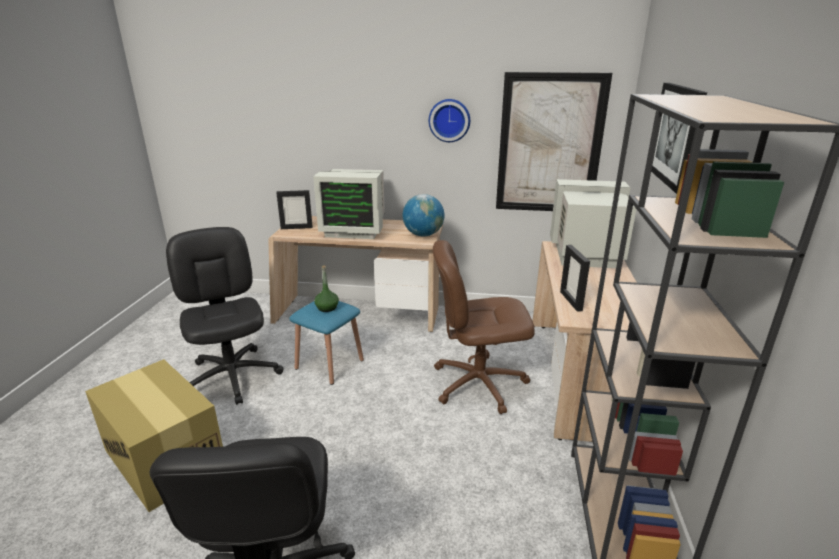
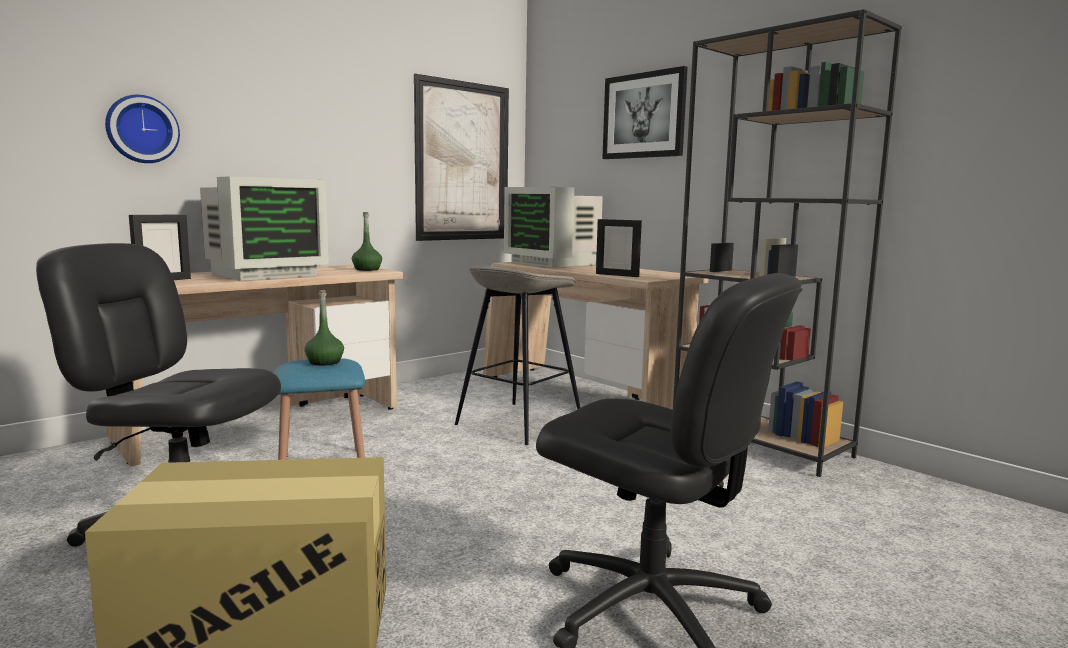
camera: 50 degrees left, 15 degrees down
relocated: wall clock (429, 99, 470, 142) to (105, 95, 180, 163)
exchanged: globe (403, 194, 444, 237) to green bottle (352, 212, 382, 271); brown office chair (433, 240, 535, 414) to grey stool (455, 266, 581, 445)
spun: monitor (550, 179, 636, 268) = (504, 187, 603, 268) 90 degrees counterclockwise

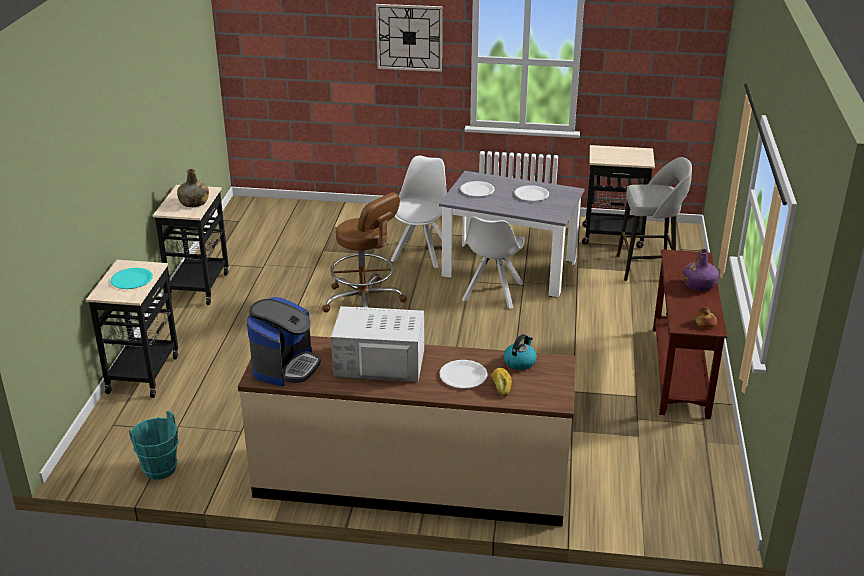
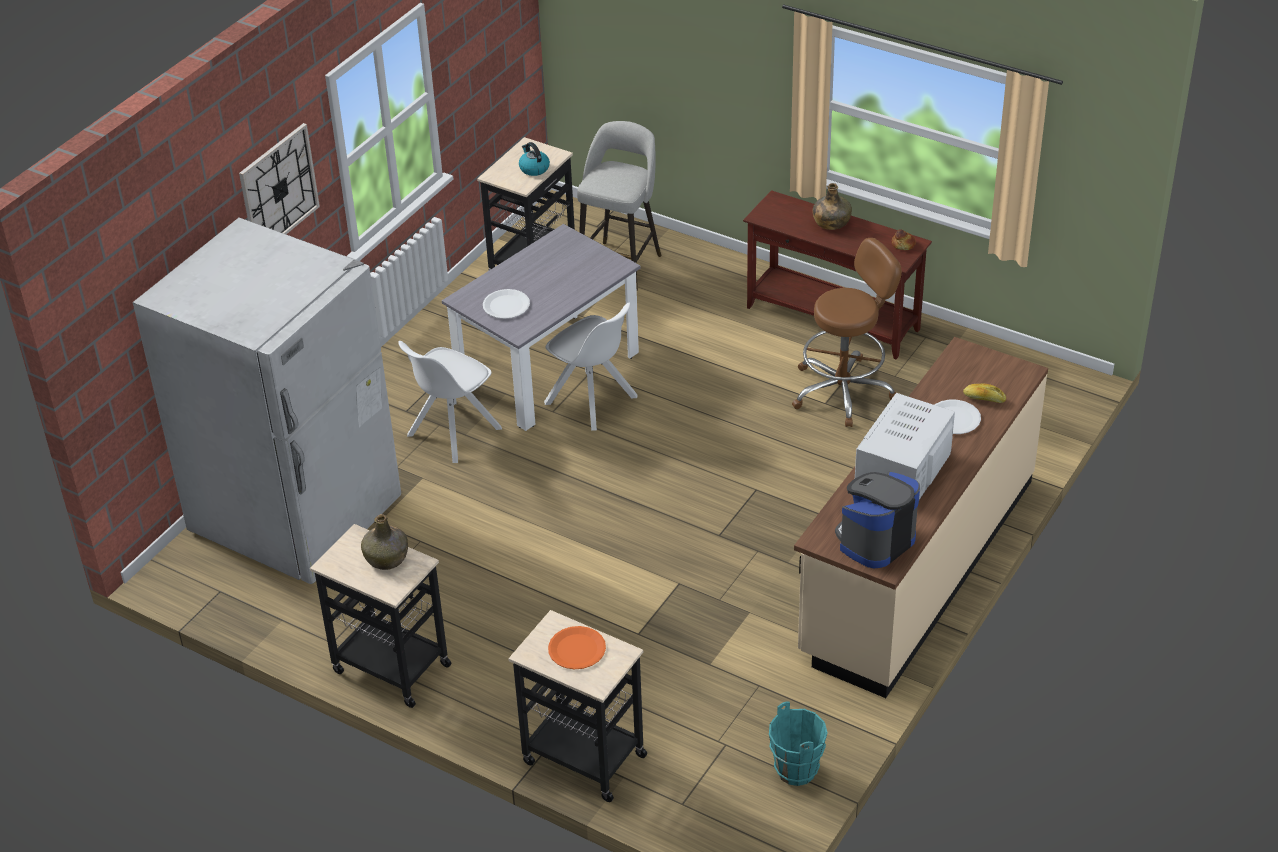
camera: 65 degrees left, 10 degrees up
missing: white plate (514, 185, 549, 201)
appeared: white fridge (133, 217, 401, 584)
relocated: brown stool (322, 192, 407, 313) to (792, 238, 902, 427); kettle (503, 334, 537, 370) to (519, 142, 550, 176)
colour: turquoise plate (110, 268, 153, 289) to orange plate (548, 626, 606, 669); purple bottle (683, 249, 719, 291) to green bottle (813, 183, 852, 230)
spun: coffee machine (247, 297, 321, 386) = (835, 472, 920, 568) 90 degrees counterclockwise; white chair (391, 156, 447, 268) = (398, 341, 502, 463) 90 degrees counterclockwise

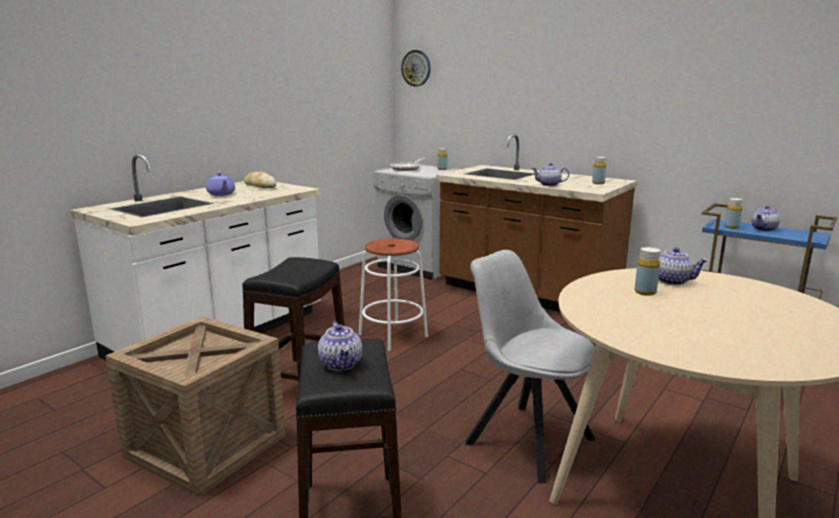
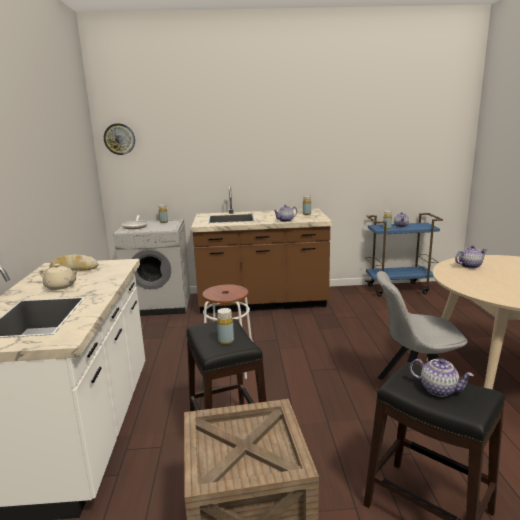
camera: 40 degrees left, 0 degrees up
relocated: yellow bottle (635, 247, 660, 296) to (217, 308, 234, 345)
colour: purple teapot (206, 172, 235, 196) to beige teapot (40, 264, 78, 290)

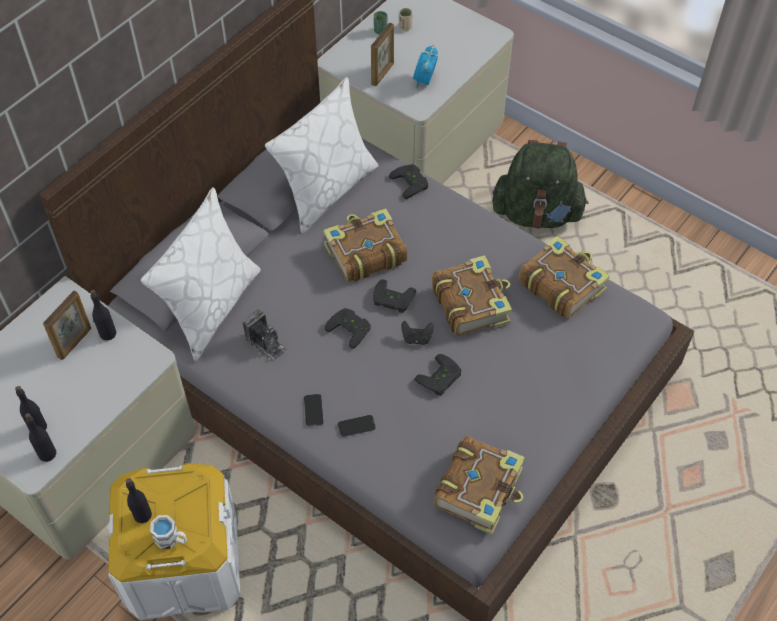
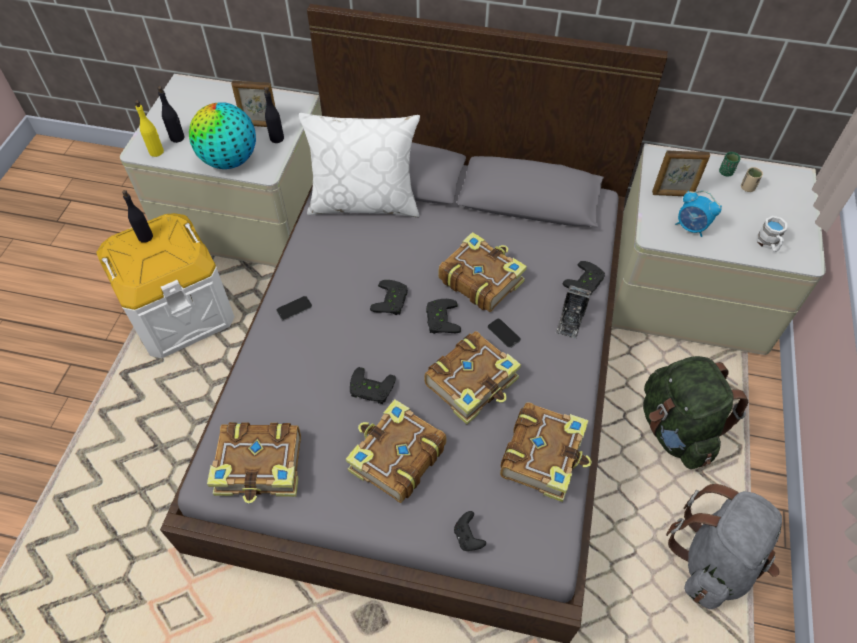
camera: 65 degrees right, 0 degrees up
missing: white pillow (265, 77, 379, 234)
appeared: globe (189, 102, 256, 169); book (346, 399, 447, 503); grey backpack (666, 484, 782, 609)
relocated: white mug (150, 515, 187, 549) to (756, 216, 787, 252); photo camera (243, 309, 287, 363) to (555, 285, 591, 339); phone (338, 415, 376, 437) to (487, 319, 521, 348); black game controller (401, 321, 434, 345) to (454, 511, 486, 551)
colour: black bottle (25, 413, 56, 462) to yellow bottle (135, 100, 164, 157)
spun: alarm clock (413, 45, 438, 88) = (675, 191, 722, 237) 135 degrees counterclockwise

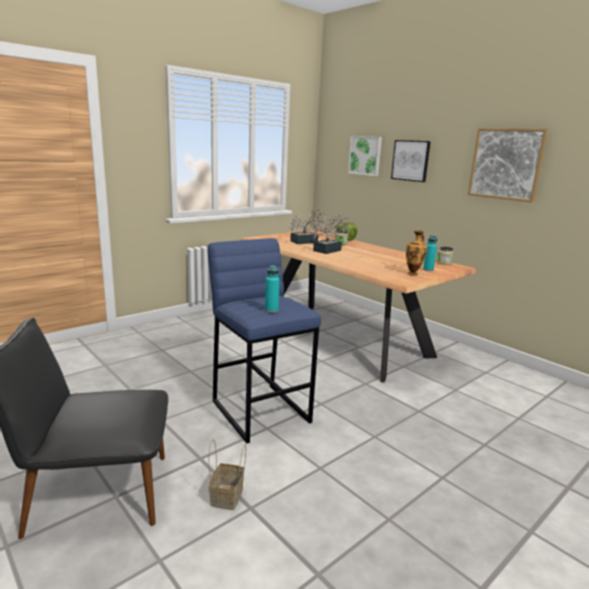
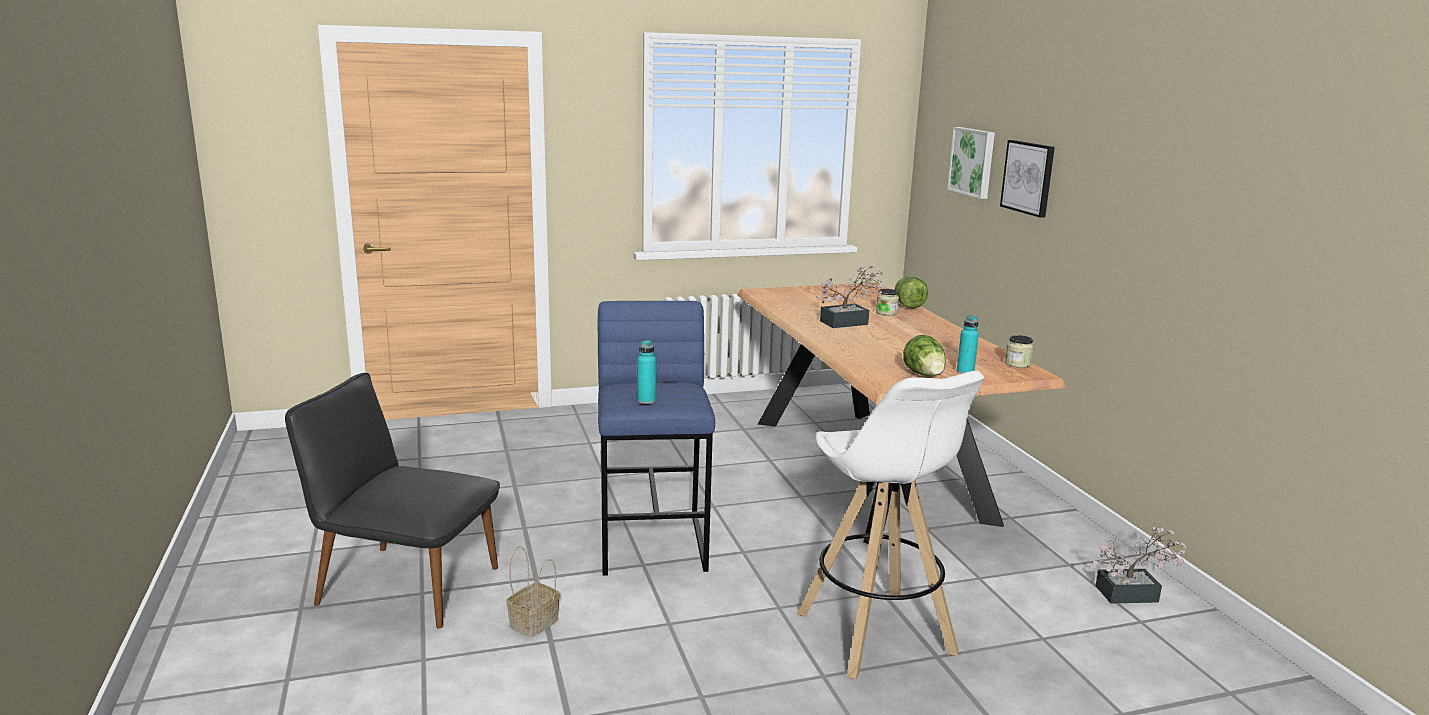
camera: 25 degrees right, 0 degrees up
missing: picture (468, 128, 549, 203)
appeared: white stool (797, 371, 984, 679)
relocated: potted plant (288, 209, 326, 244) to (1092, 527, 1187, 604)
exchanged: vase (406, 230, 427, 276) to lettuce (903, 335, 946, 376)

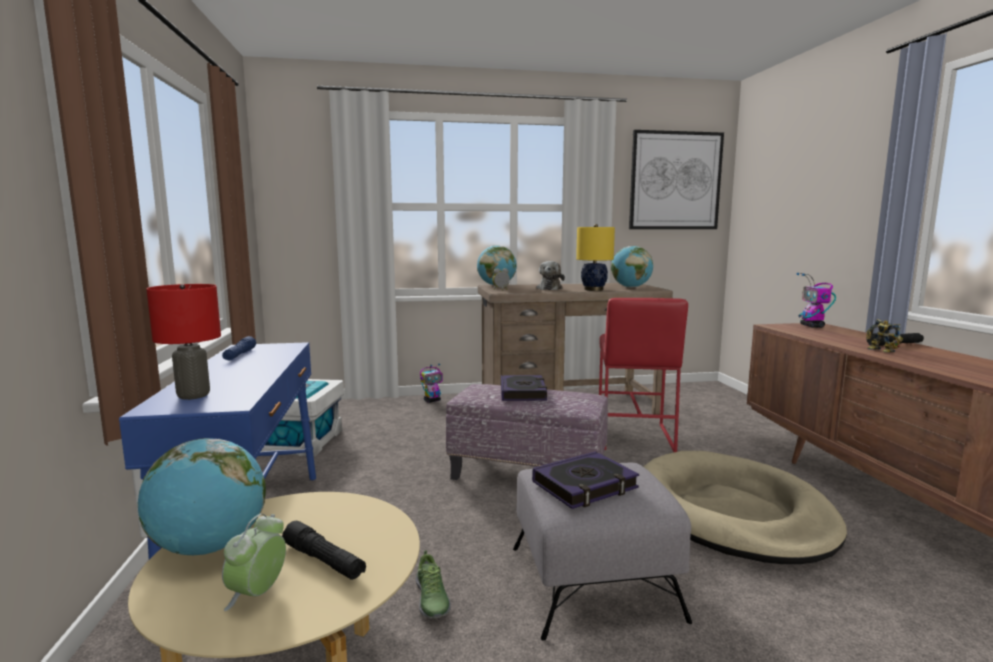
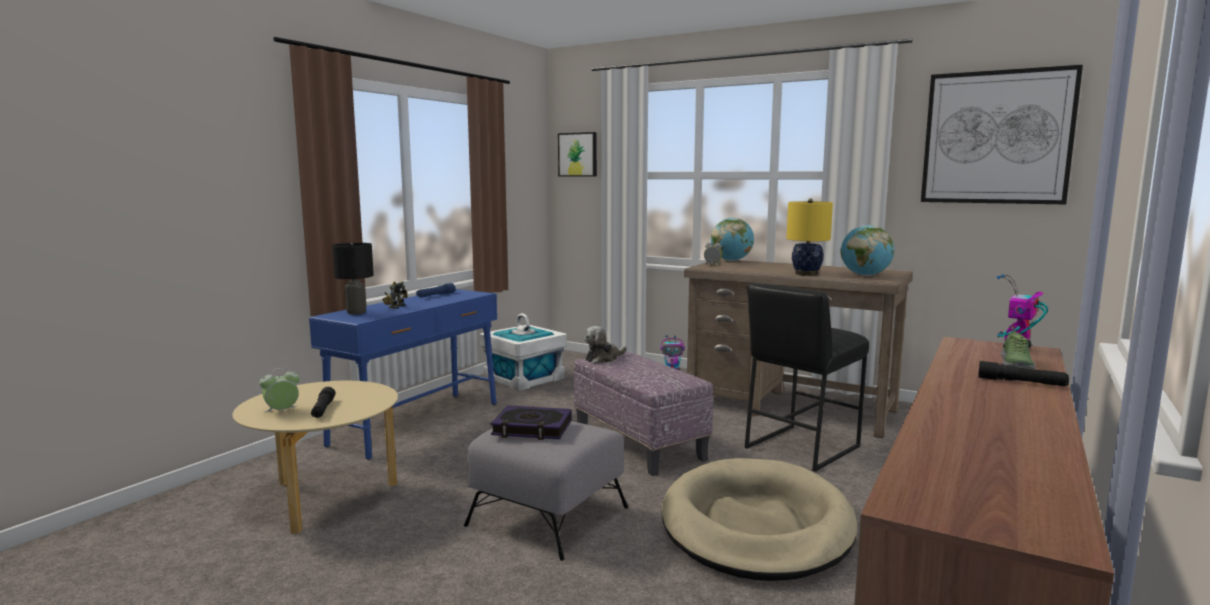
camera: 40 degrees right, 0 degrees up
missing: globe (138, 438, 266, 555); book (501, 375, 547, 401)
appeared: picture (558, 132, 597, 177)
relocated: shoe (415, 550, 451, 619) to (1001, 330, 1035, 369); plush toy (537, 261, 565, 290) to (584, 326, 627, 364); toy robot (866, 319, 903, 353) to (382, 281, 408, 309)
colour: red table lamp (146, 284, 221, 400) to black table lamp (332, 243, 374, 315); red stool (599, 298, 688, 452) to black stool (745, 283, 869, 472)

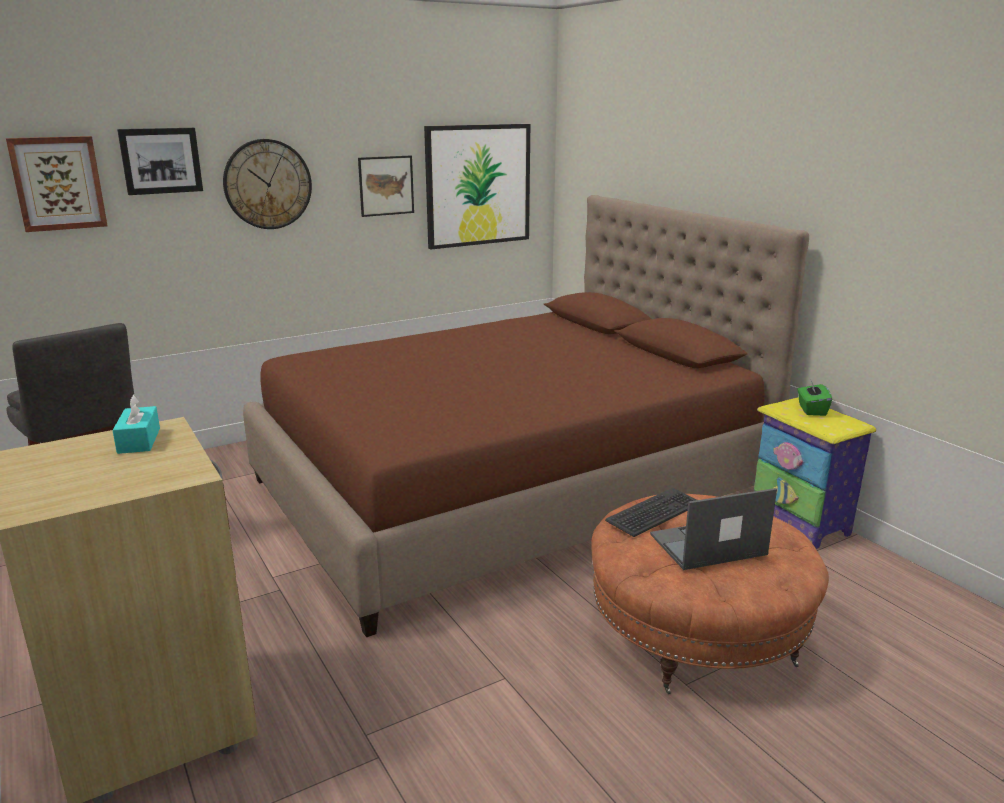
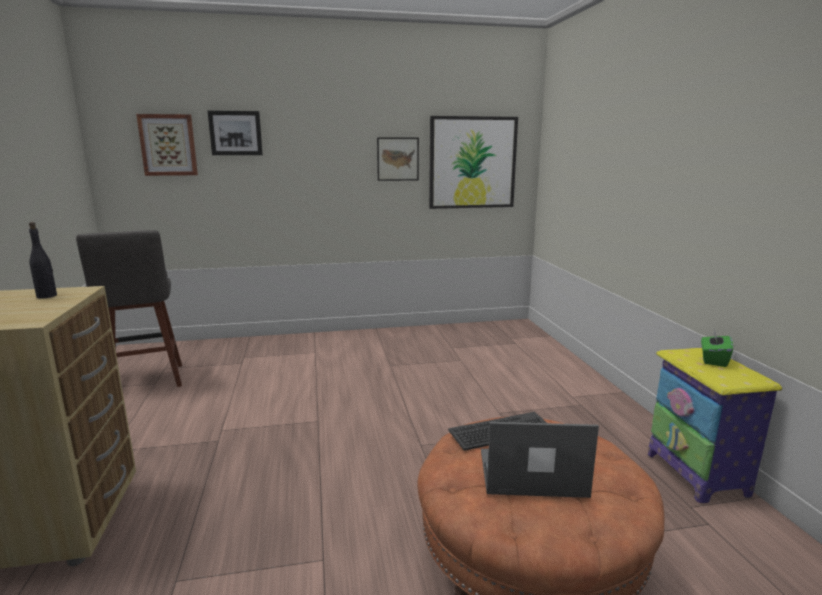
camera: 20 degrees right, 5 degrees down
missing: wall clock (223, 139, 312, 229); brown bed (243, 195, 809, 637)
exchanged: turquoise tissue box (112, 394, 160, 454) to black bottle (29, 222, 57, 298)

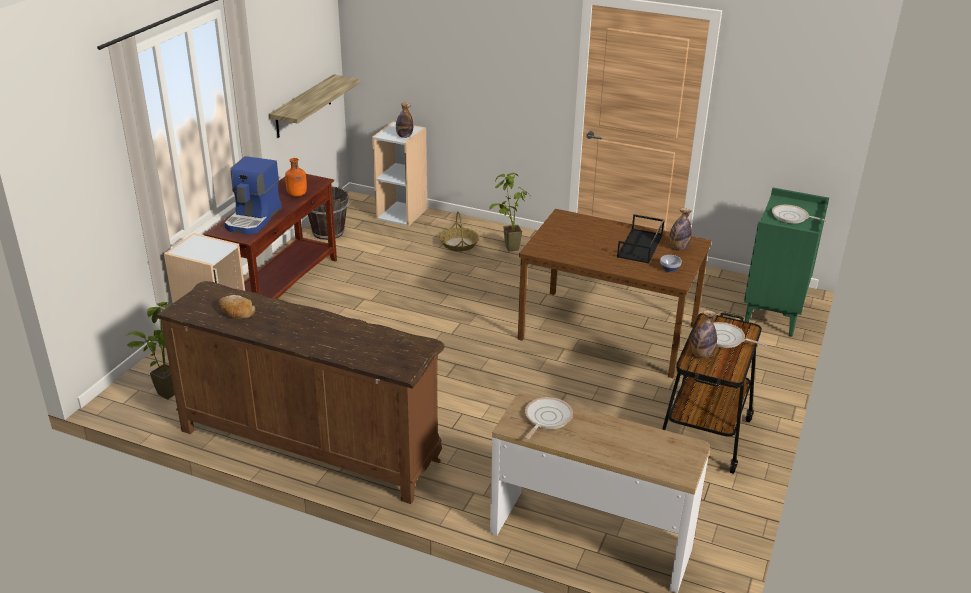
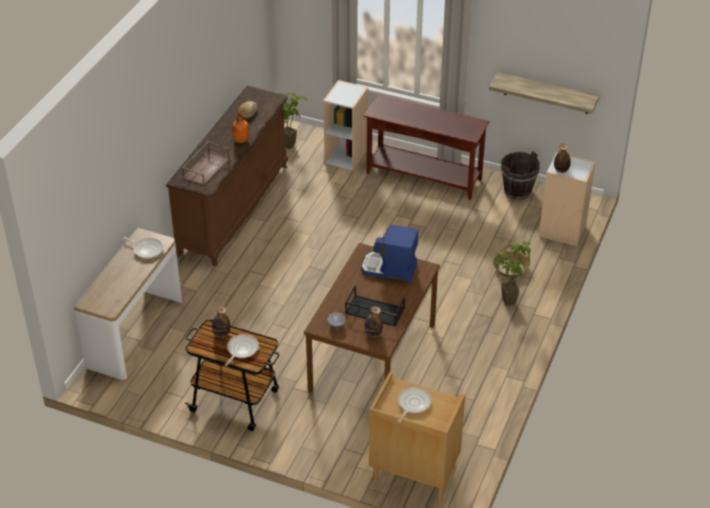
camera: 90 degrees right, 10 degrees up
appeared: brown tray (182, 141, 230, 186)
relocated: coffee machine (224, 156, 282, 235) to (362, 225, 418, 283); orange bottle (285, 158, 307, 197) to (232, 113, 249, 143)
colour: green cabinet (744, 188, 829, 337) to brown cabinet (369, 372, 465, 503)

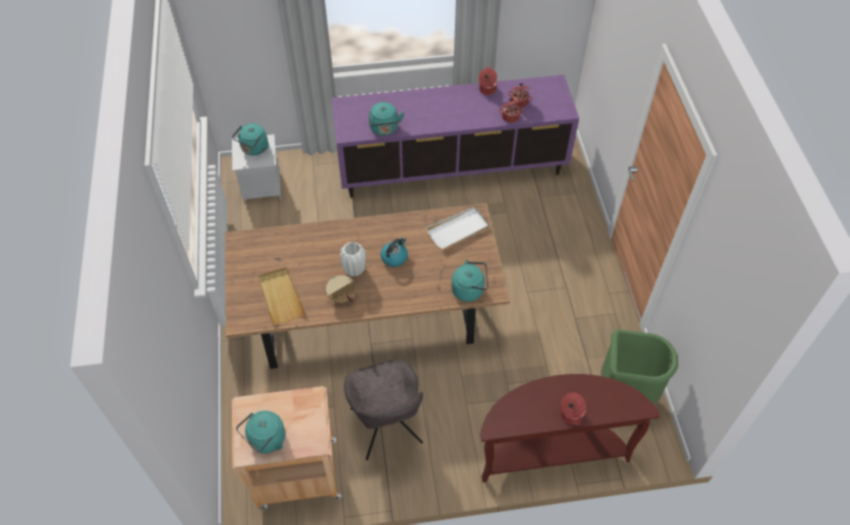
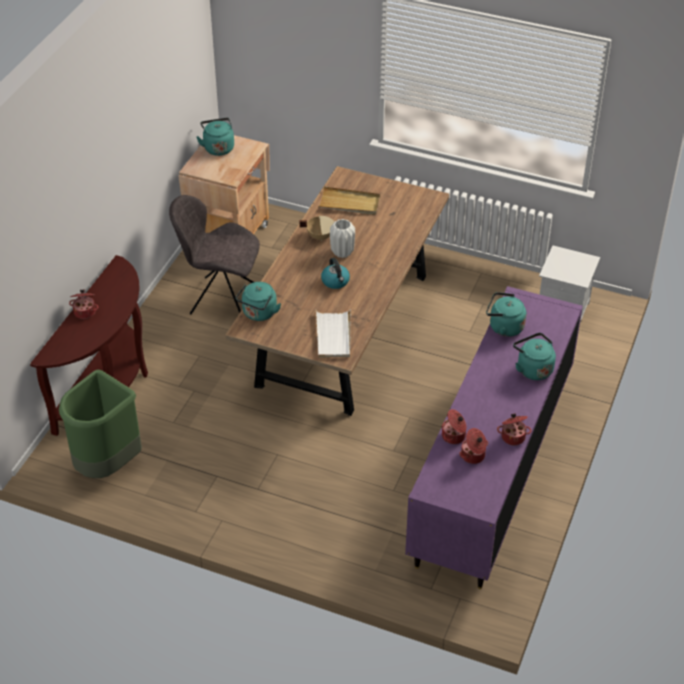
camera: 120 degrees right, 10 degrees down
relocated: turquoise kettle (232, 123, 269, 156) to (513, 333, 556, 380)

